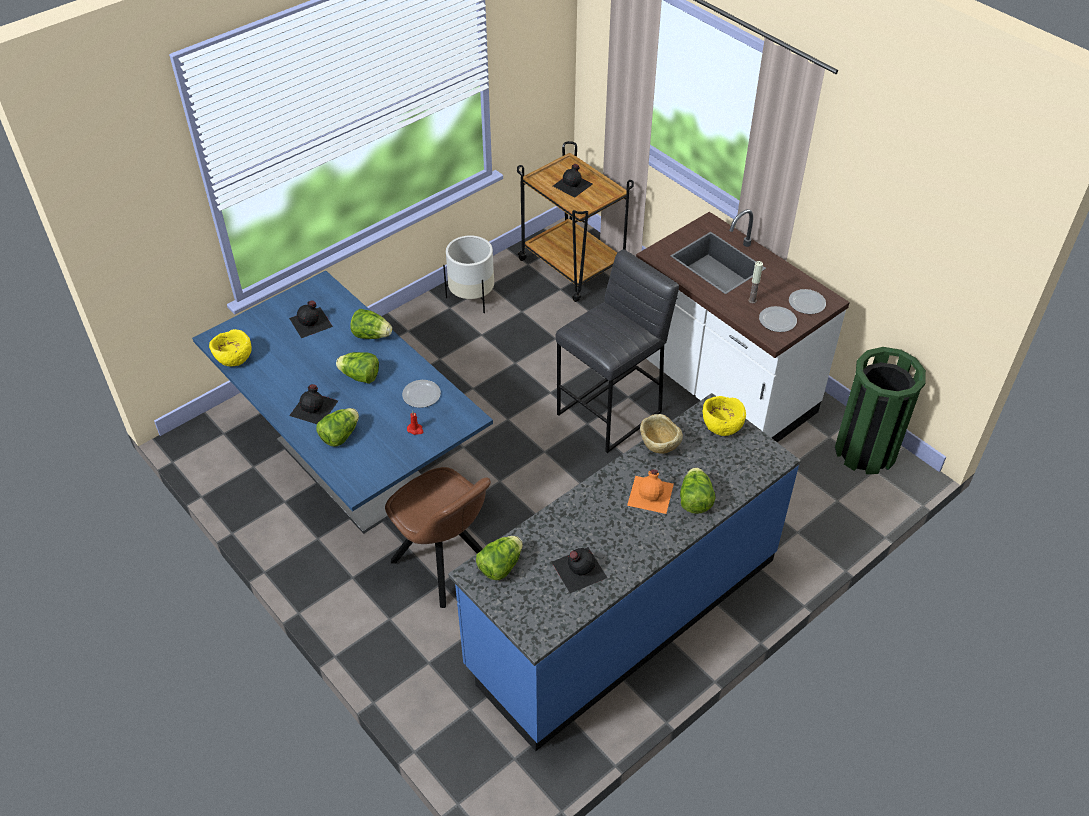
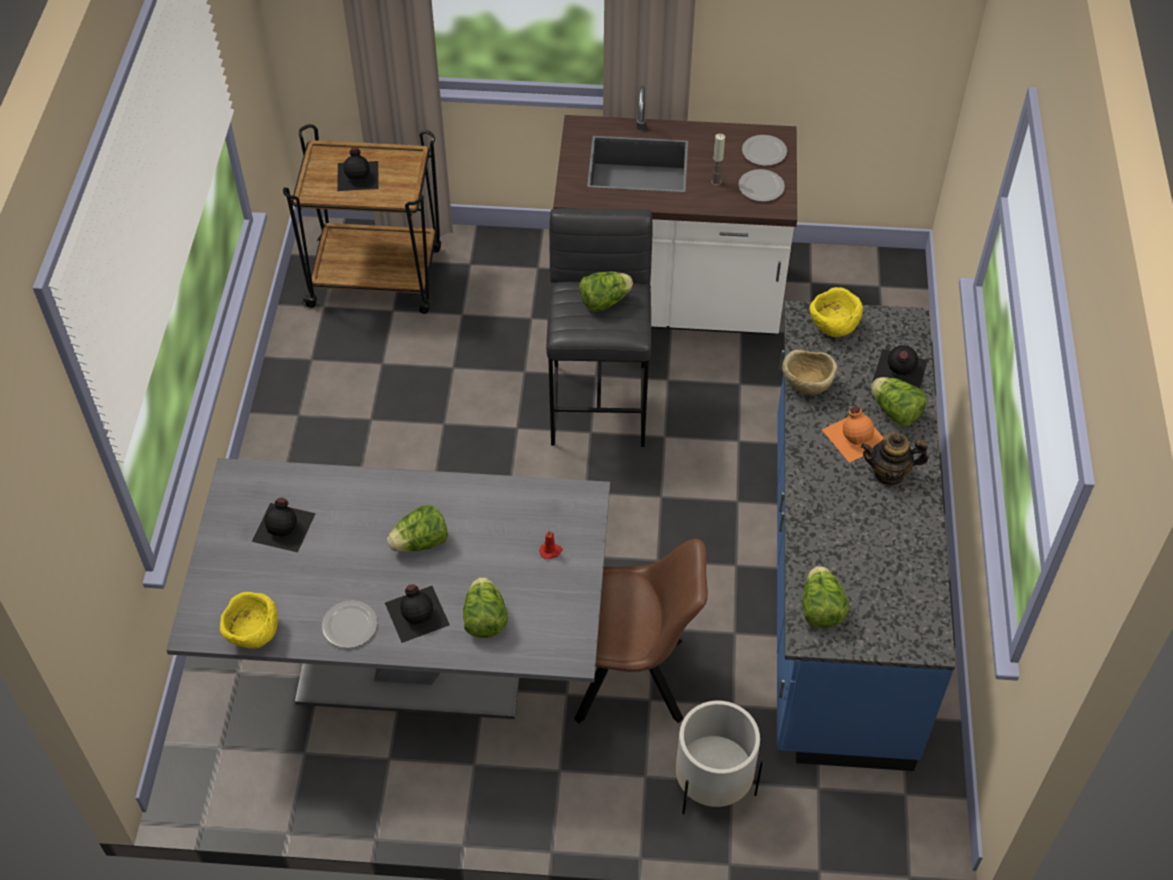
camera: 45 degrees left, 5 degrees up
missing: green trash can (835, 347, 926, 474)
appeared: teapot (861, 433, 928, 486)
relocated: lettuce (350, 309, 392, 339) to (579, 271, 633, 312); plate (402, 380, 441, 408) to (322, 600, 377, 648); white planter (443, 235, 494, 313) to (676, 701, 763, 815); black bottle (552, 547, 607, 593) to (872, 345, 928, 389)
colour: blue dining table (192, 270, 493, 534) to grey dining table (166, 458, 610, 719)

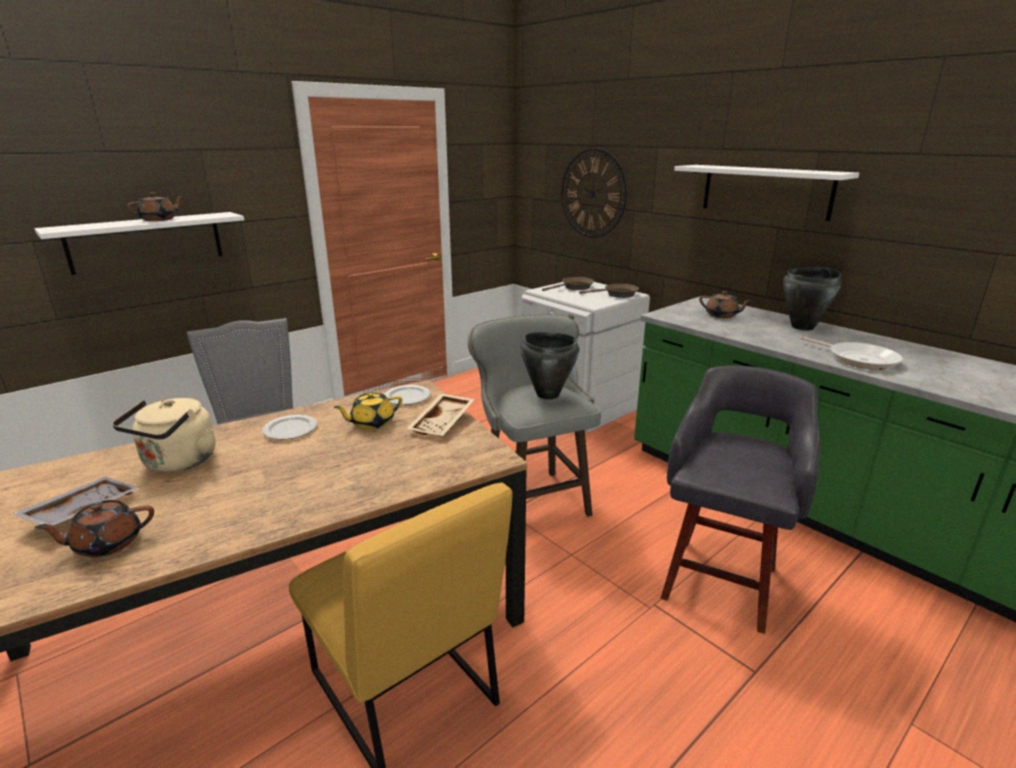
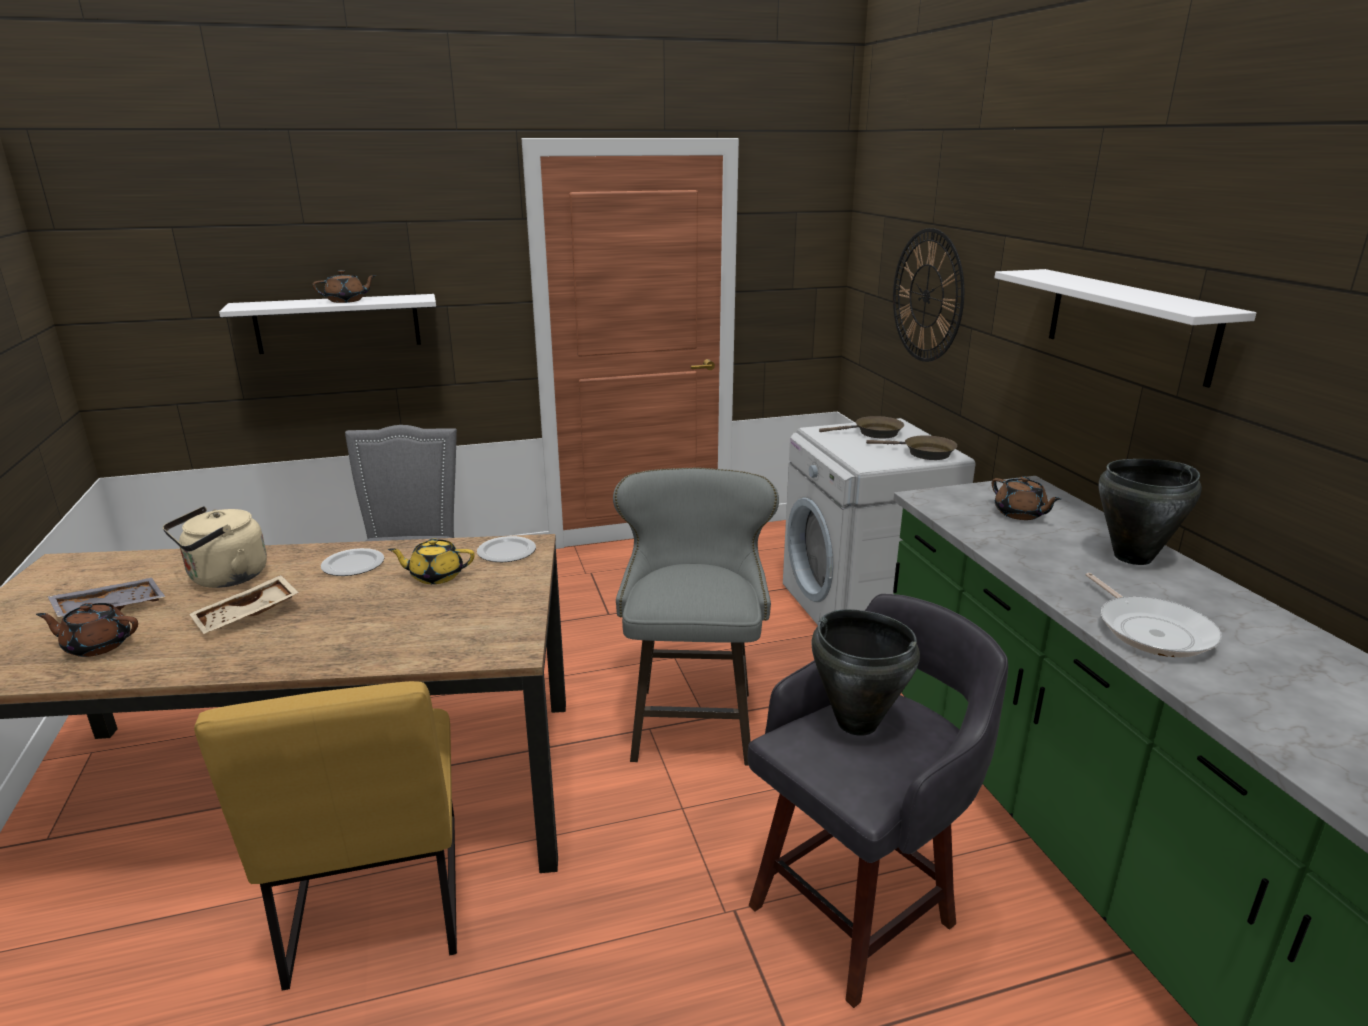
camera: 25 degrees right, 0 degrees up
relocated: beige tray (406, 393, 475, 436) to (189, 575, 299, 634); black cooking pot (520, 332, 579, 400) to (811, 609, 920, 736)

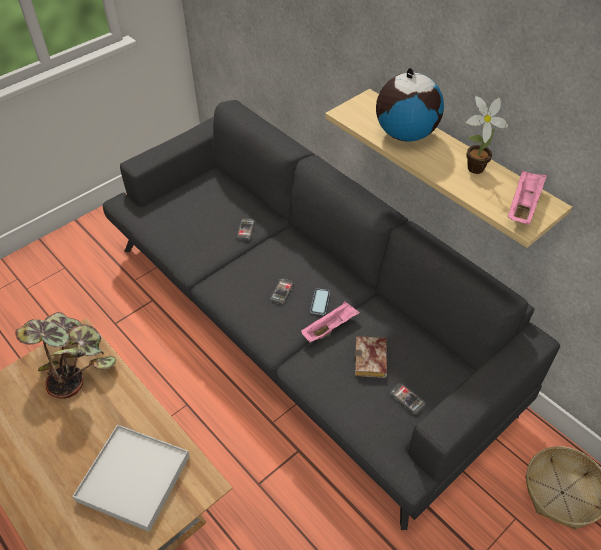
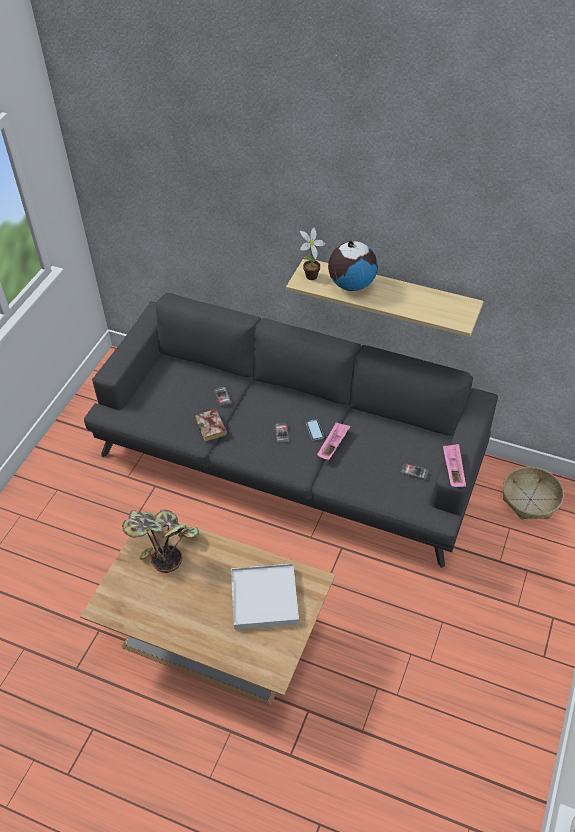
camera: 25 degrees left, 0 degrees up
relocated: book (354, 336, 387, 378) to (195, 409, 227, 442); potted plant (466, 96, 509, 174) to (300, 227, 325, 280); pink tray (508, 170, 547, 225) to (443, 444, 466, 487)

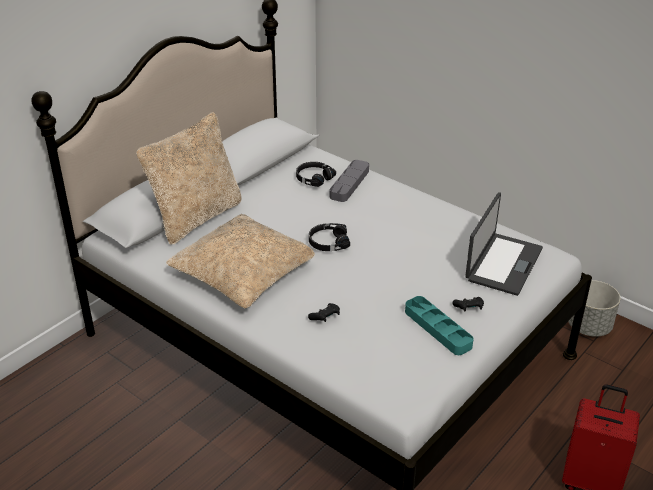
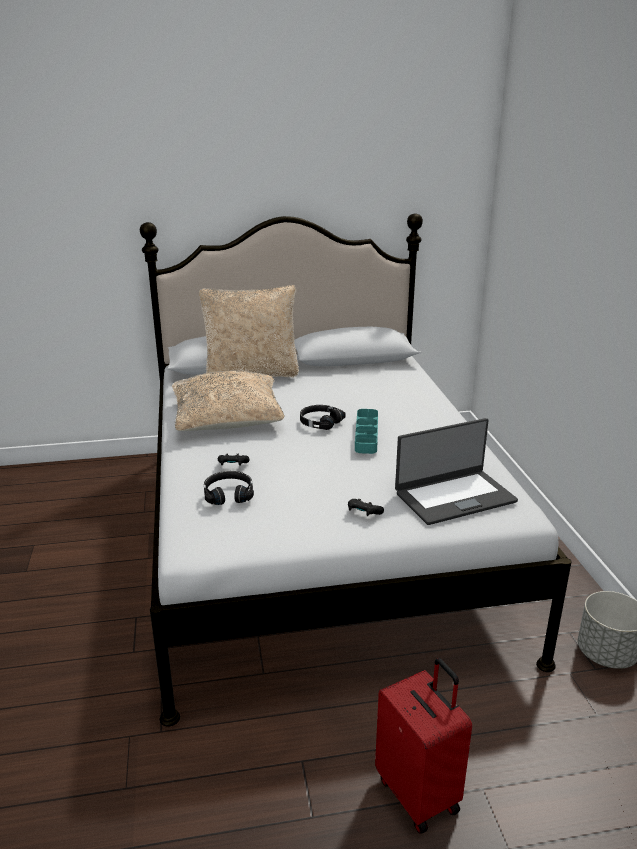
camera: 40 degrees right, 10 degrees down
missing: grey tray (330, 160, 369, 202)
relocated: black headphones (296, 162, 336, 187) to (204, 471, 254, 505); turquoise tray (405, 296, 474, 355) to (355, 409, 378, 454)

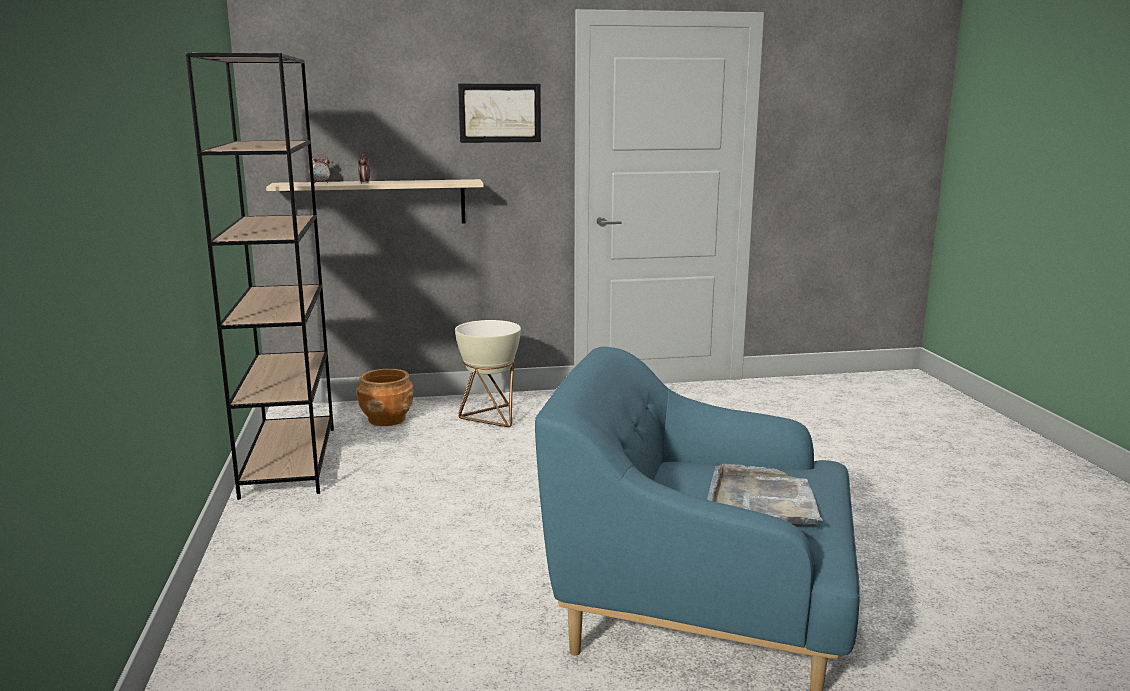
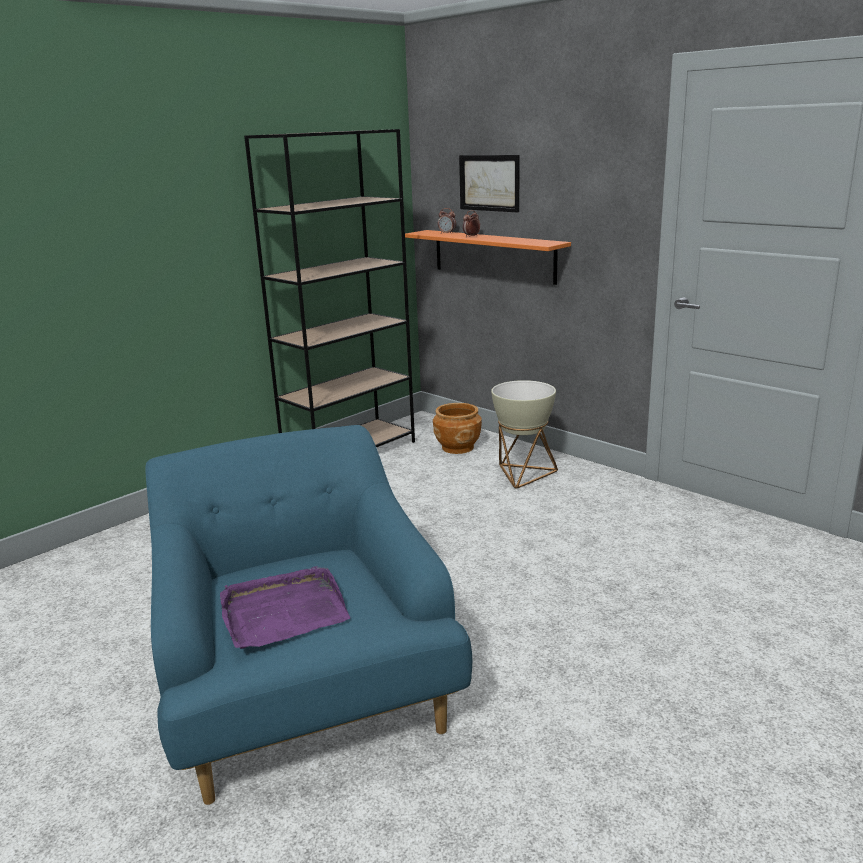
camera: 55 degrees right, 5 degrees up
relocated: picture (458, 84, 541, 143) to (459, 155, 519, 212)
colour: beige shelf (266, 179, 484, 224) to orange shelf (405, 230, 571, 285); grey tray (707, 463, 823, 524) to purple tray (220, 566, 350, 649)

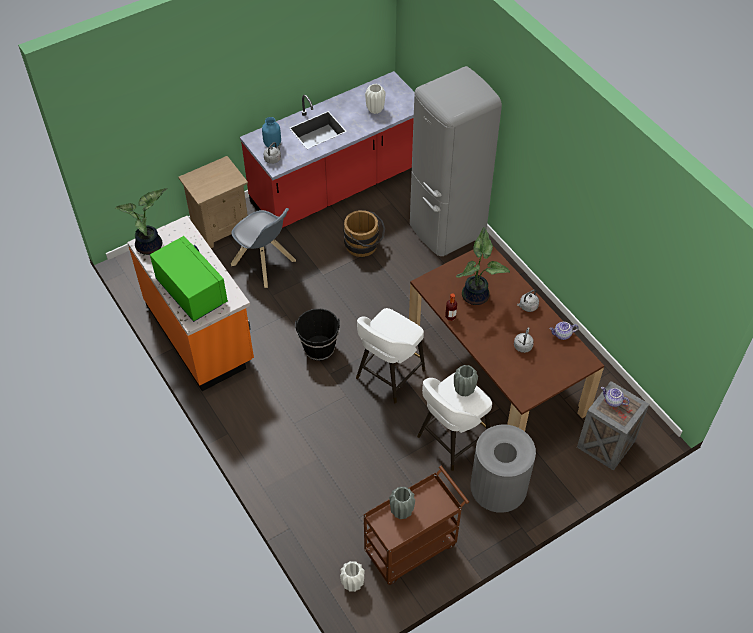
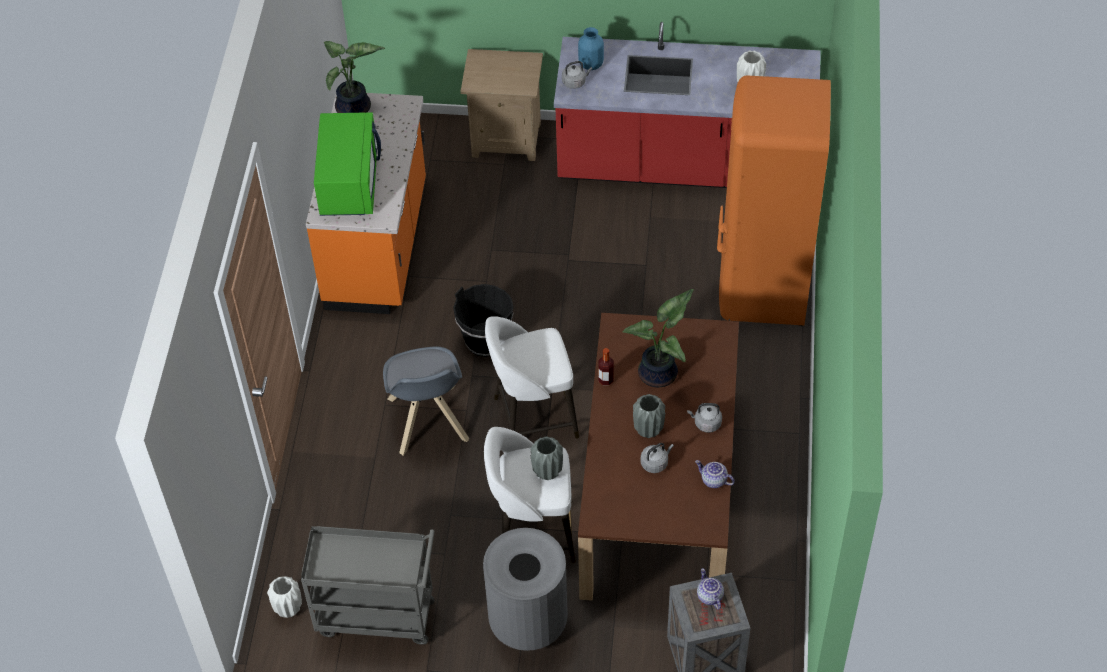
camera: 40 degrees right, 0 degrees up
missing: brown bucket (344, 210, 385, 257)
relocated: grey chair (231, 208, 296, 288) to (383, 346, 469, 456); grey vase (389, 487, 415, 519) to (633, 394, 665, 438)
colour: brown cart (364, 466, 469, 585) to grey cart (301, 526, 435, 645); grey fridge (410, 66, 502, 256) to orange fridge (717, 75, 831, 326)

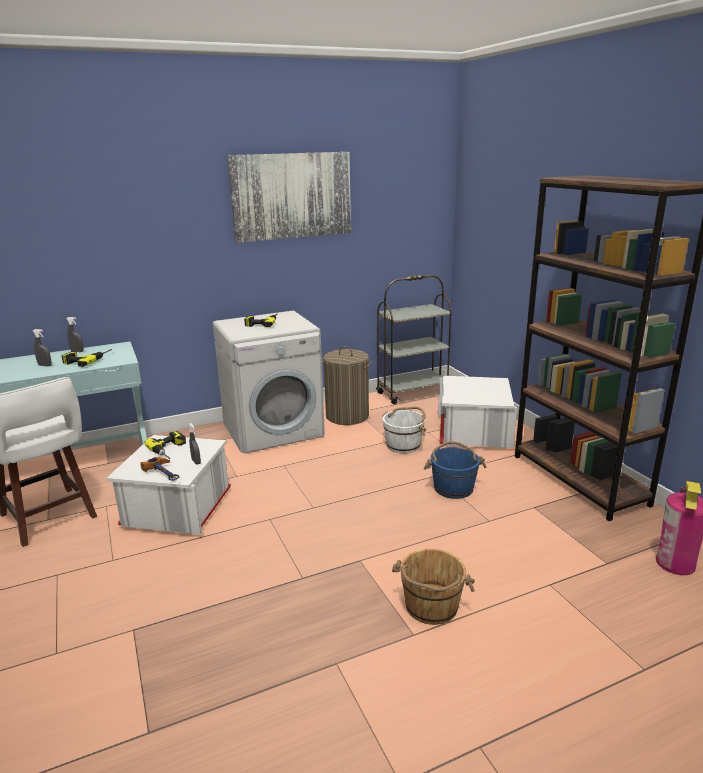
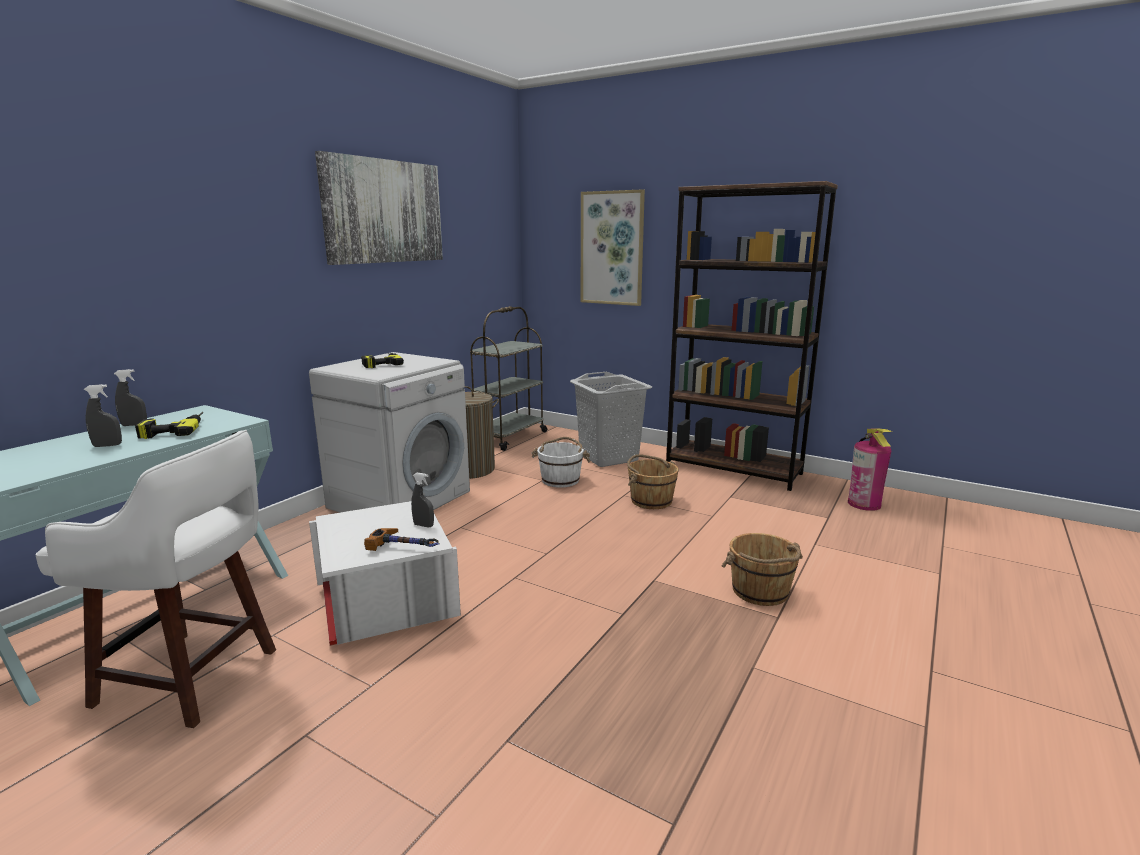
camera: 35 degrees left, 5 degrees down
missing: power drill (145, 431, 186, 459)
appeared: picture (581, 189, 645, 306)
exchanged: white storage box (438, 376, 517, 448) to grey laundry basket (570, 372, 652, 467)
colour: blue bucket (423, 441, 486, 499) to brown bucket (627, 454, 679, 509)

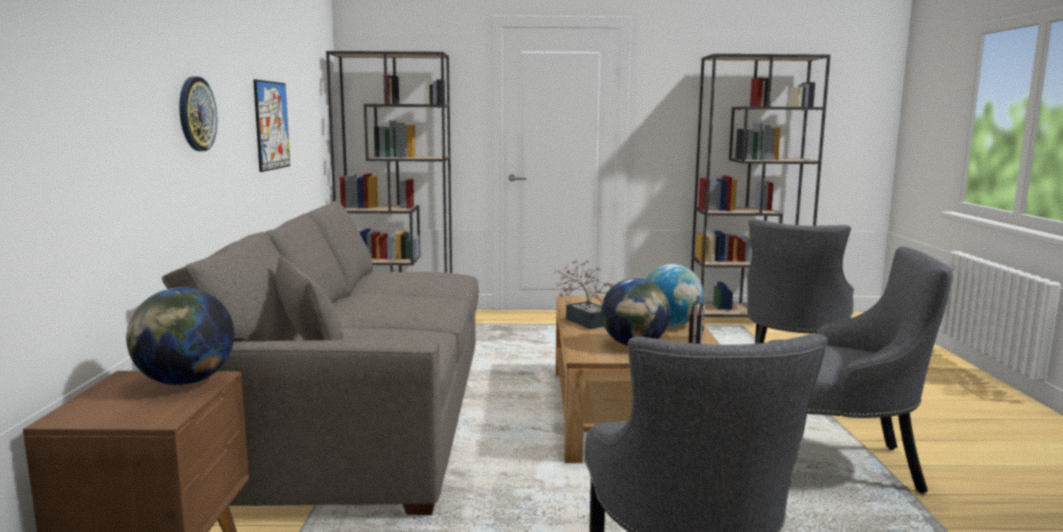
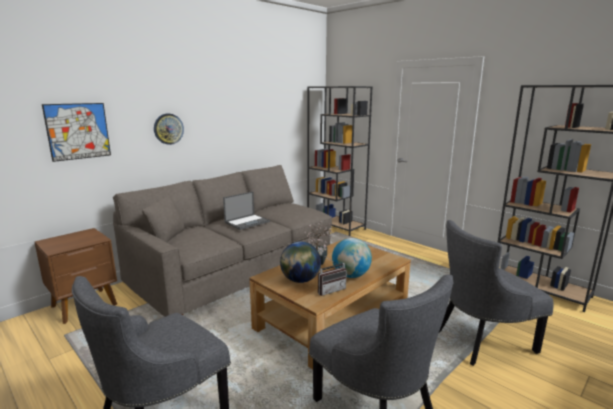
camera: 45 degrees right, 5 degrees up
missing: globe (126, 287, 234, 385)
appeared: laptop (223, 191, 270, 230)
relocated: picture (253, 79, 290, 172) to (42, 103, 111, 162)

